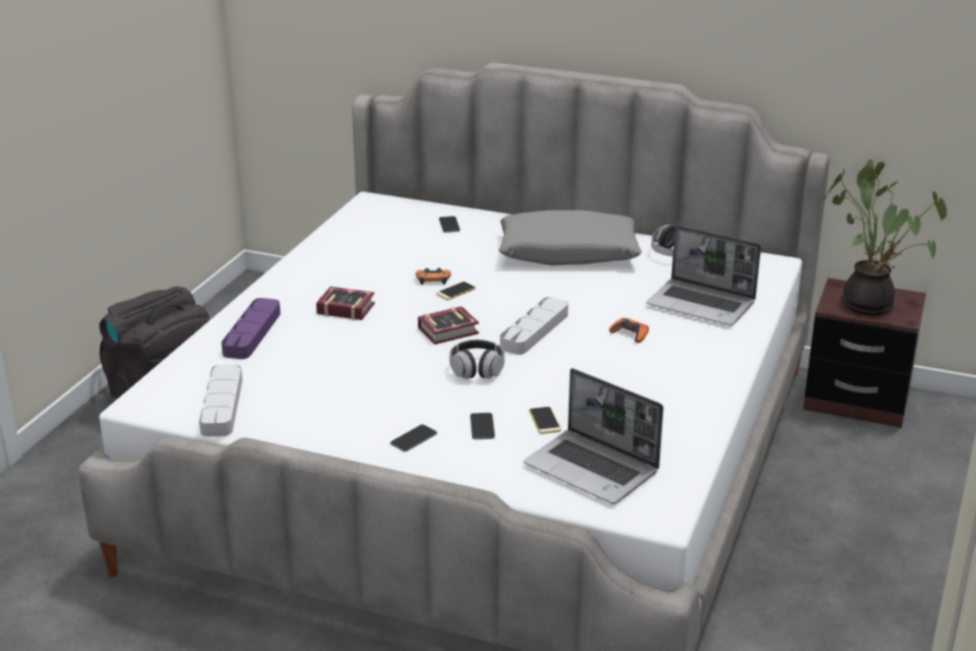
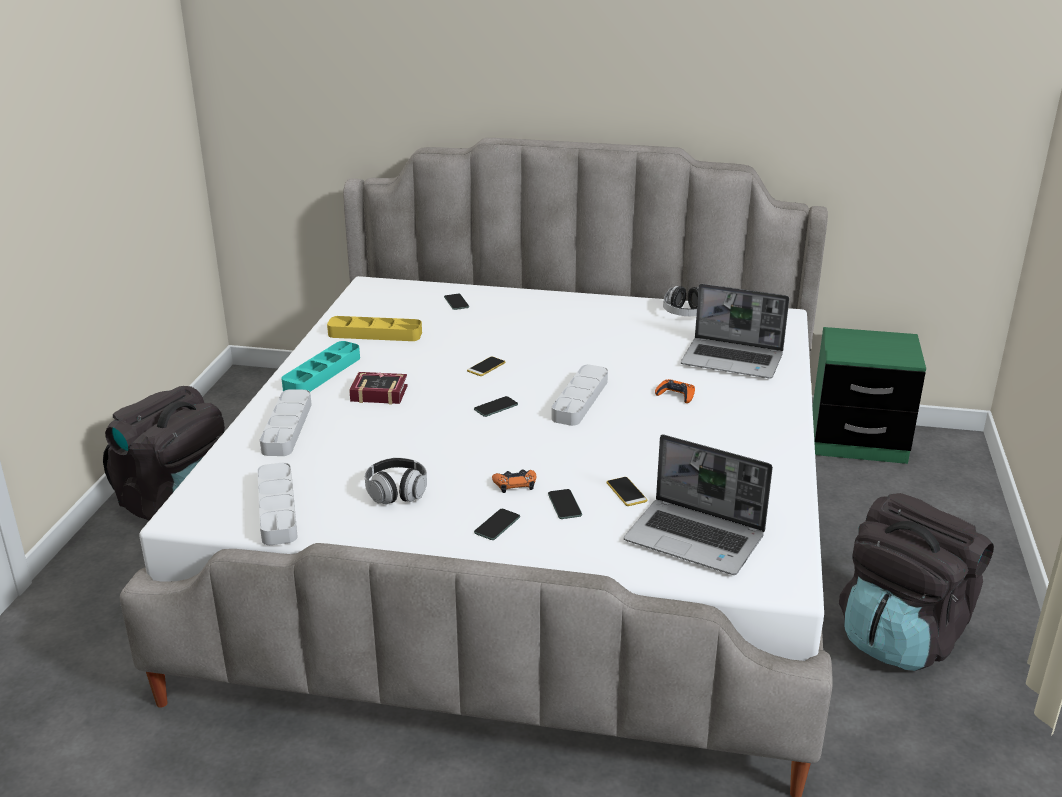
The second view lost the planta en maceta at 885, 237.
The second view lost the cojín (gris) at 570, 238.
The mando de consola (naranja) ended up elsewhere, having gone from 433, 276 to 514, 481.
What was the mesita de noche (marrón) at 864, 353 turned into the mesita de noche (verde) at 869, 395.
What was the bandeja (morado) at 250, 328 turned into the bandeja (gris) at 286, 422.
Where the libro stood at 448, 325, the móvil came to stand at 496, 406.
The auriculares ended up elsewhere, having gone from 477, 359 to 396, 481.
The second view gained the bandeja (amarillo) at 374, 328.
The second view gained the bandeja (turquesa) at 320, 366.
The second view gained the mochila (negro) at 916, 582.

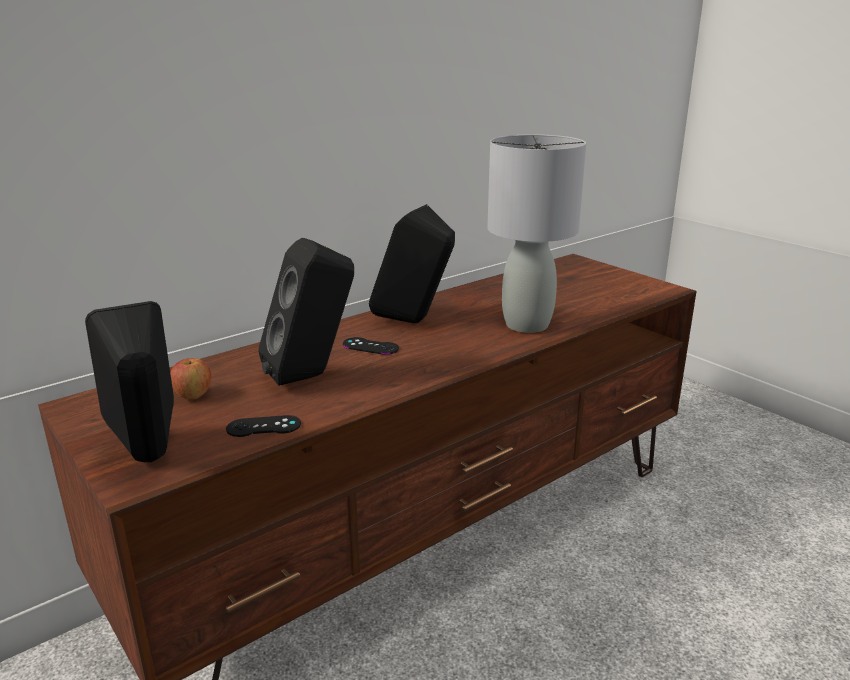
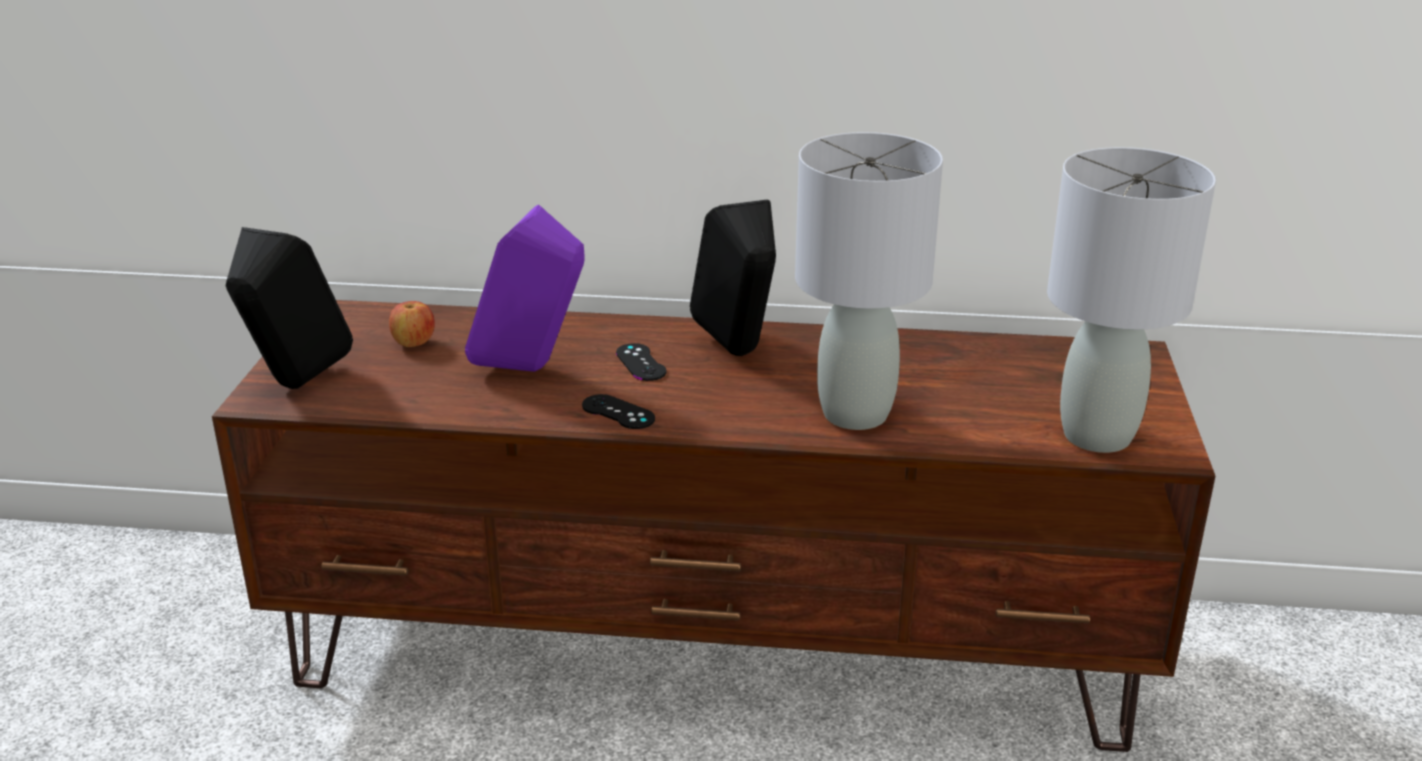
What was the altavoz (negro) at 306, 312 turned into the altavoz (morado) at 525, 288.
The mando de consola (negro) ended up elsewhere, having gone from 263, 426 to 618, 411.
The second view gained the lámpara de mesa (gris) at 1131, 300.

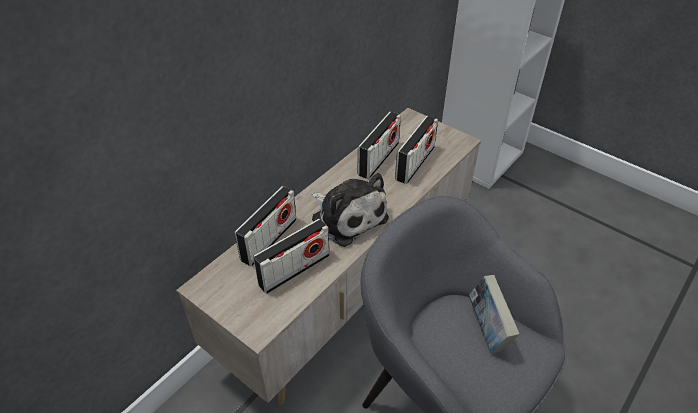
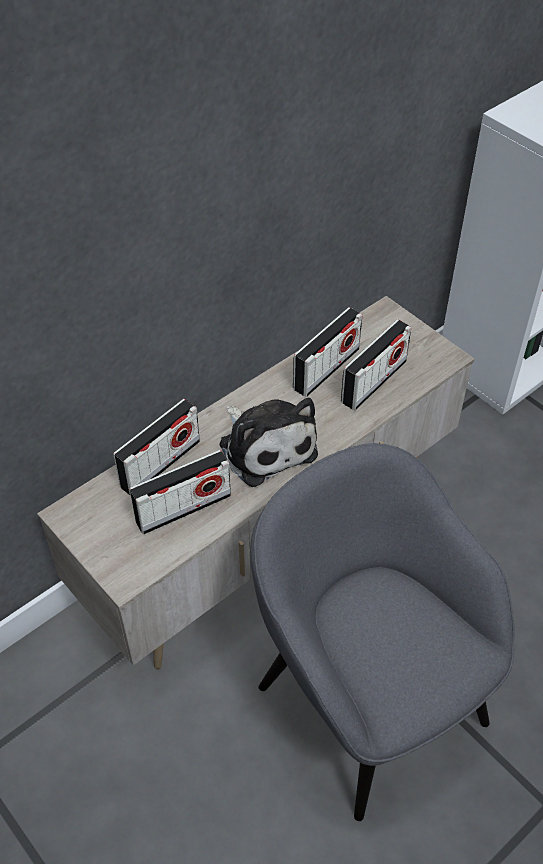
The second view lost the libro at 494, 314.

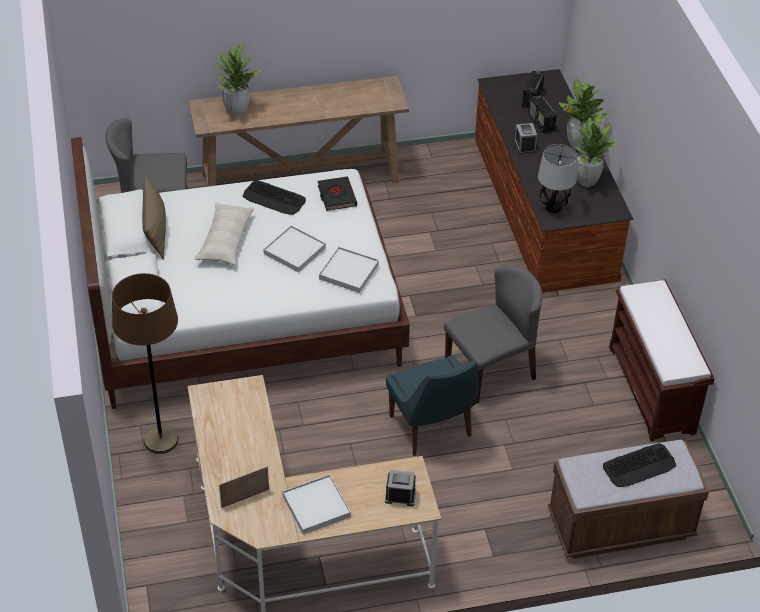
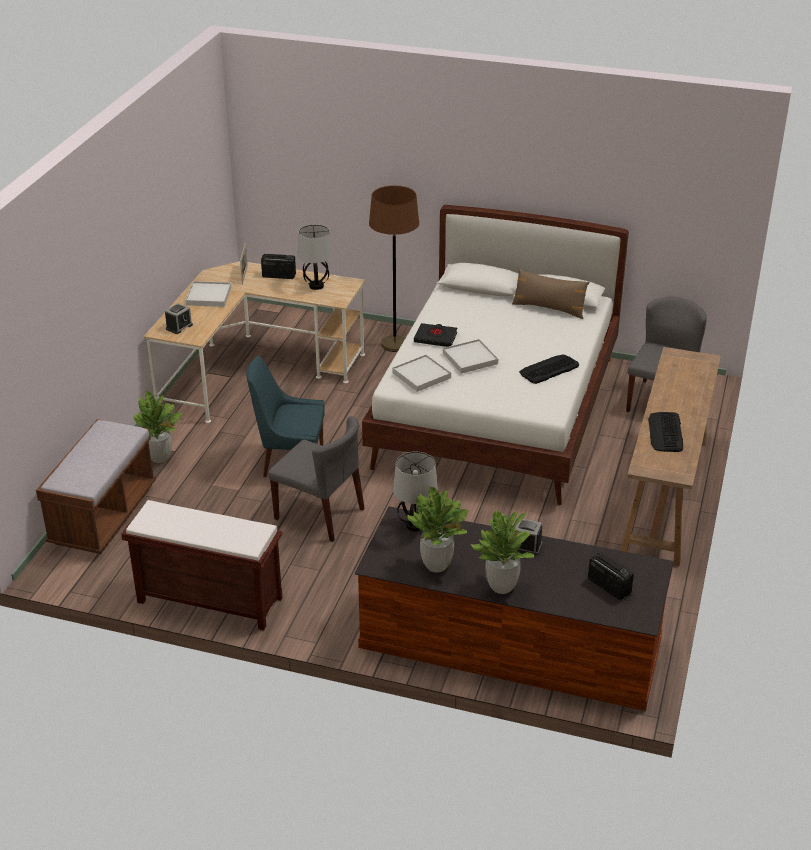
The planta en maceta ended up elsewhere, having gone from 237, 79 to 158, 427.
The radio ended up elsewhere, having gone from 542, 114 to 278, 266.
The libro (negro) ended up elsewhere, having gone from 337, 194 to 435, 335.
The second view lost the cojín (beis) at 224, 234.
The silla (gris) at 493, 334 ended up facing another way, 60 degrees counterclockwise from before.
The teclado ended up elsewhere, having gone from 639, 465 to 665, 432.
The second view gained the lámpara de mesa at 315, 257.

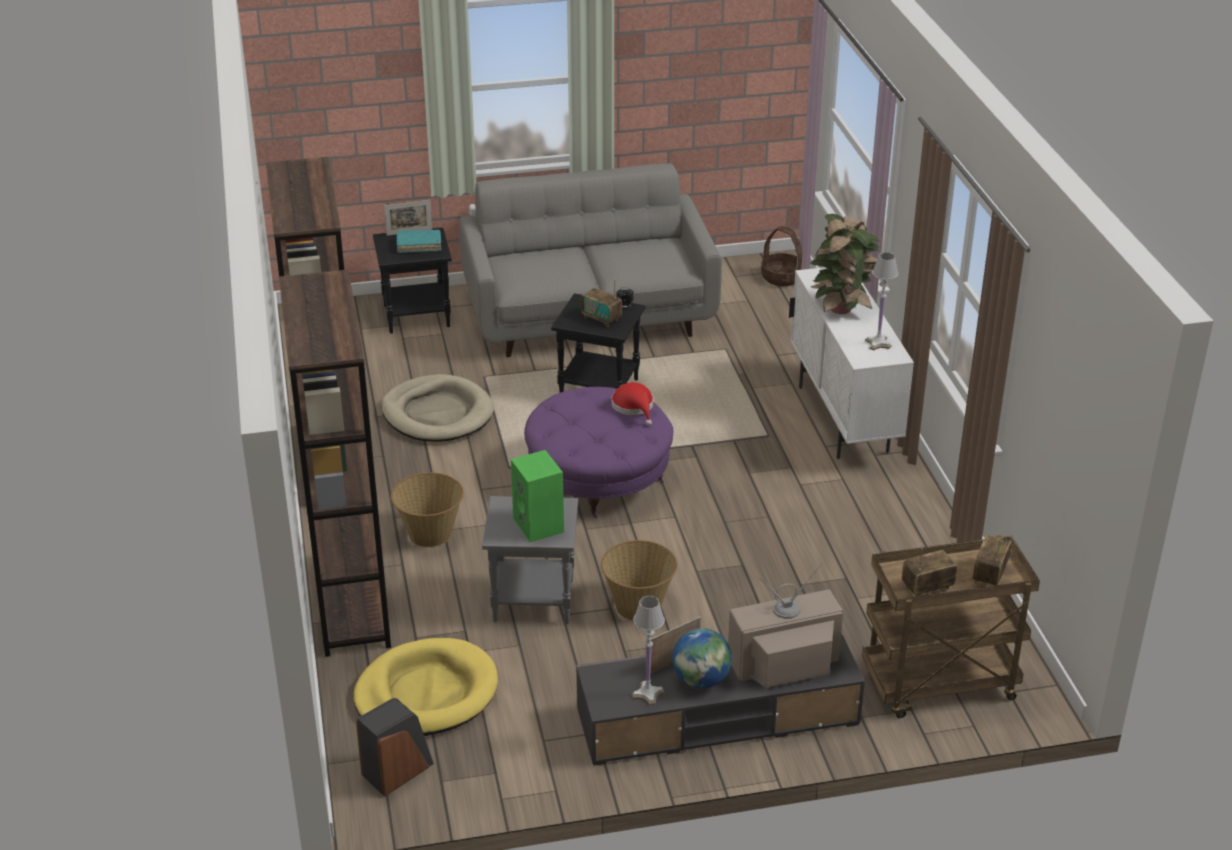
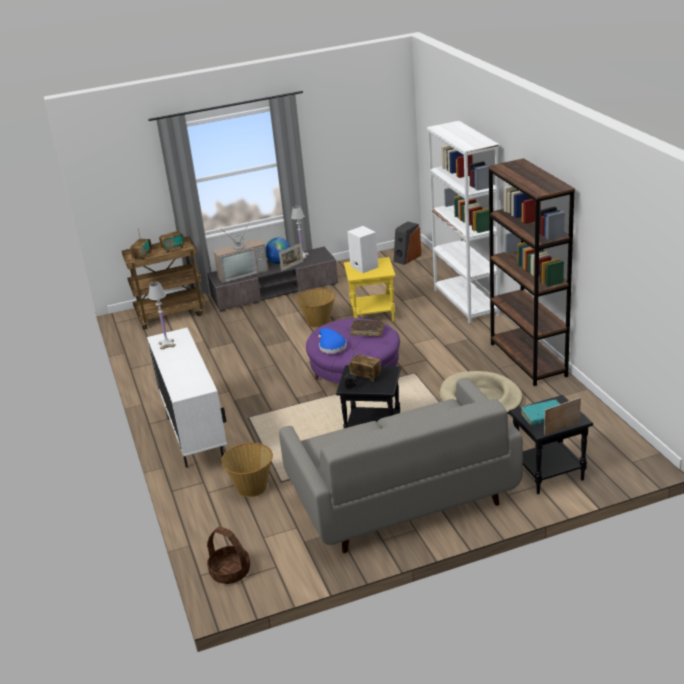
The second view lost the planta en maceta at 845, 264.
What was the estantería (marrón) at 335, 463 turned into the estantería (blanco) at 463, 222.
What was the sombrero (rojo) at 632, 404 turned into the sombrero (azul) at 332, 341.
What was the altavoz (verde) at 537, 496 turned into the altavoz (blanco) at 362, 249.
The cesta ended up elsewhere, having gone from 427, 509 to 247, 470.
What was the mesa auxiliar (gris) at 530, 560 turned into the mesa auxiliar (amarillo) at 370, 289.
The second view lost the cama para perro (amarillo) at 426, 687.
The second view gained the libro (marrón) at 367, 328.

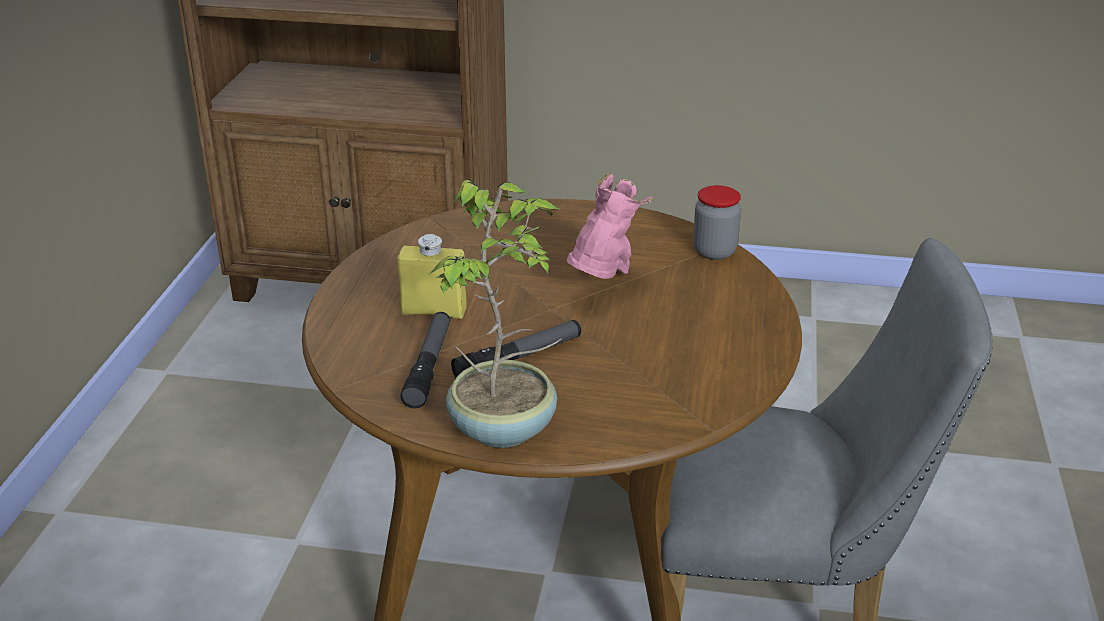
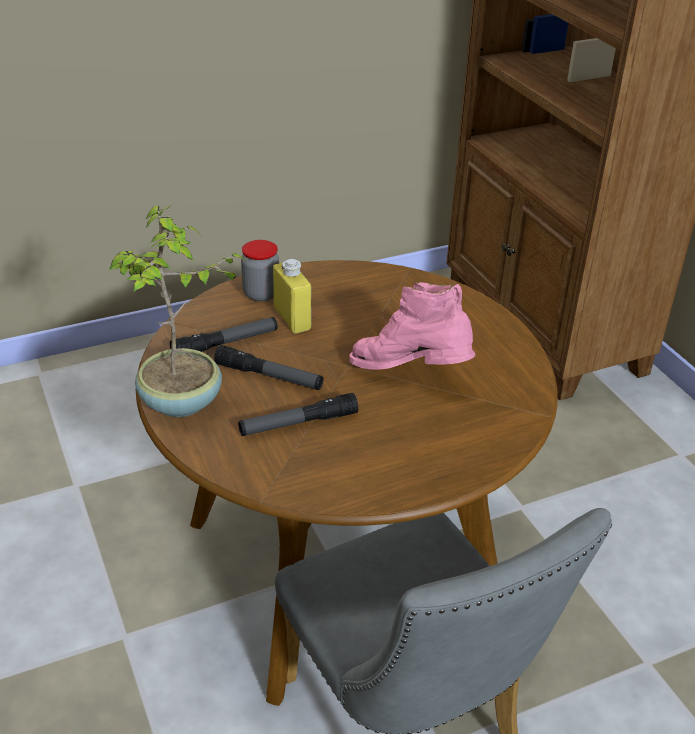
The bota (rosa) at 610, 226 ended up facing another way, 135 degrees counterclockwise from before.
The tarro ended up elsewhere, having gone from 717, 222 to 260, 271.
The second view gained the linterna at 298, 414.

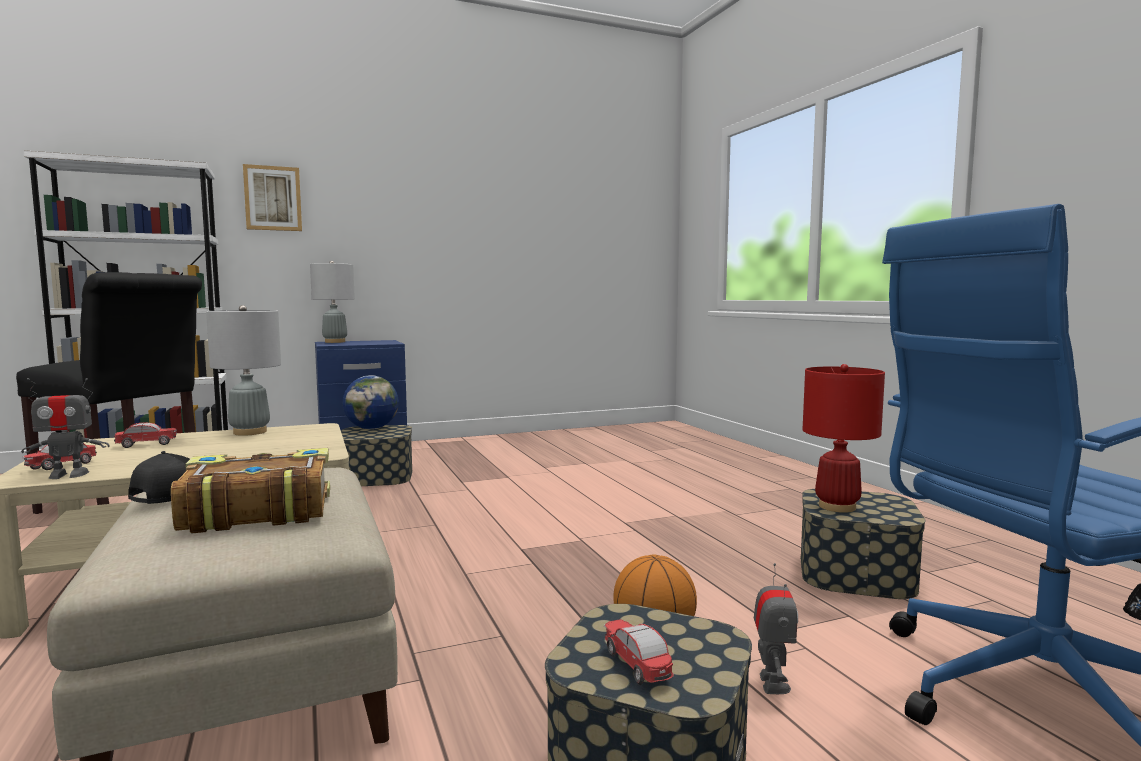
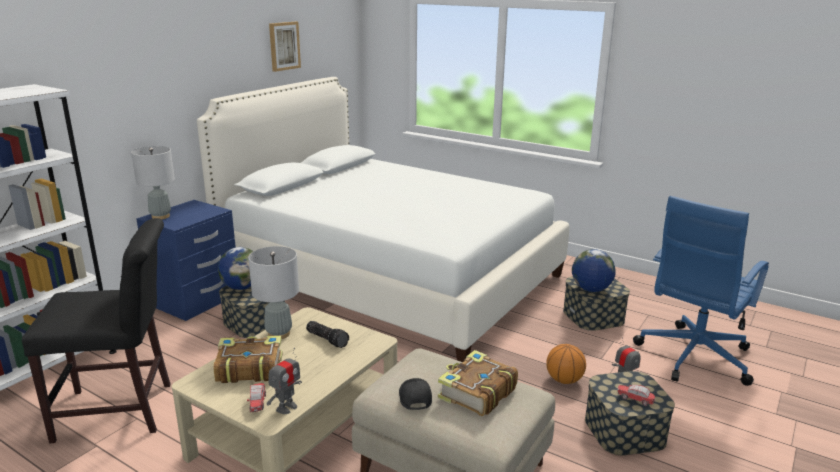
The cuadro ended up elsewhere, having gone from 272, 197 to 285, 47.
Where the lámpara de mesa (rojo) stood at 844, 438, the globo terráqueo came to stand at 594, 270.
Where the coche de juguete stood at 145, 435, the libro came to stand at 248, 359.
The second view gained the cama (blanco) at 383, 219.
The second view gained the linterna at 327, 334.

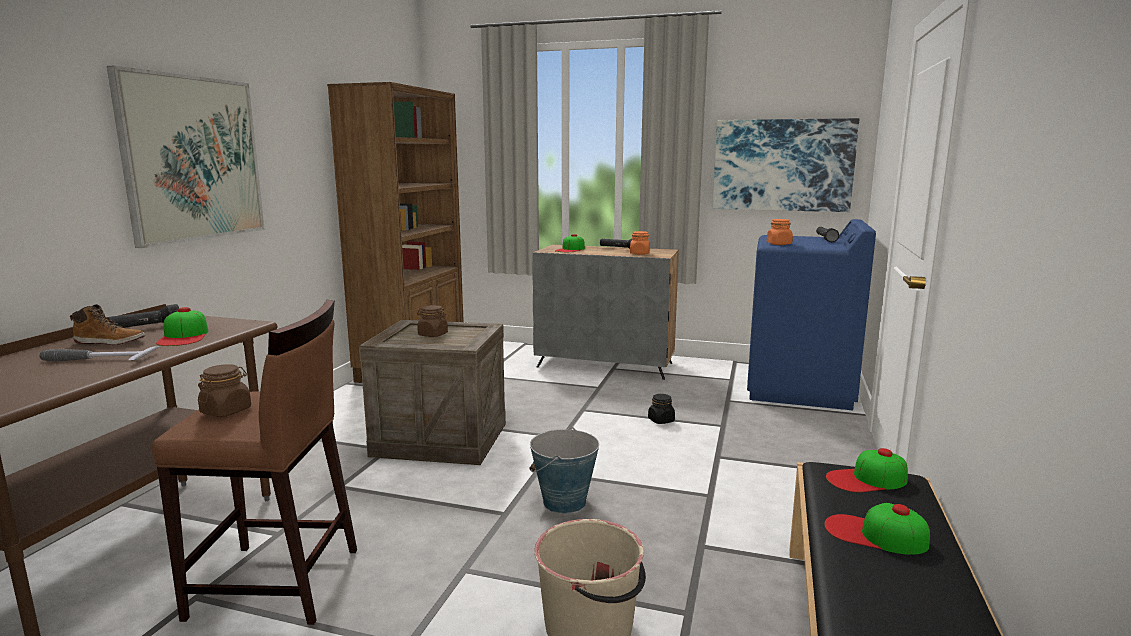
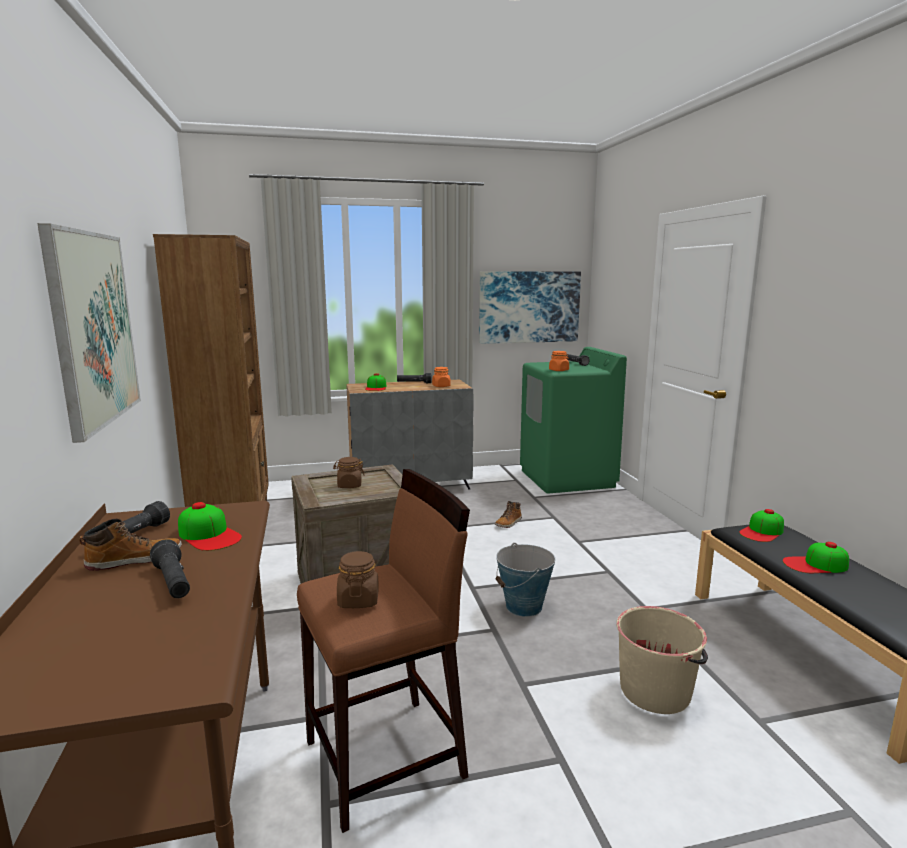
What was the lavadora (azul) at 811, 314 turned into the lavadora (verde) at 573, 420.
Where the martillo stood at 99, 353, the linterna (negro) came to stand at 170, 568.
Where the tarro (negro) stood at 661, 409, the bota came to stand at 508, 514.

